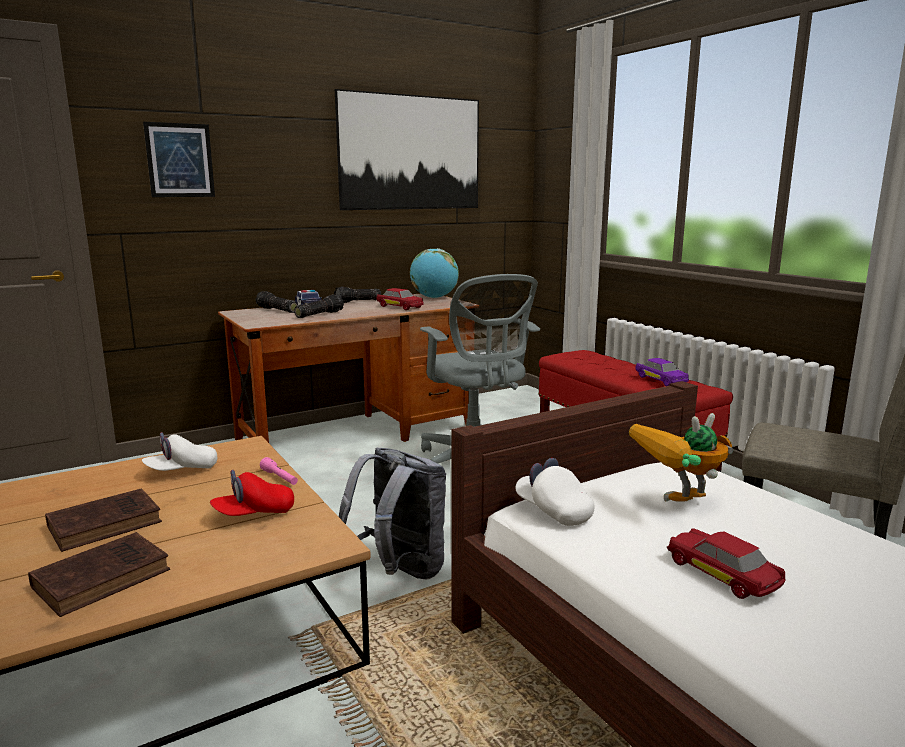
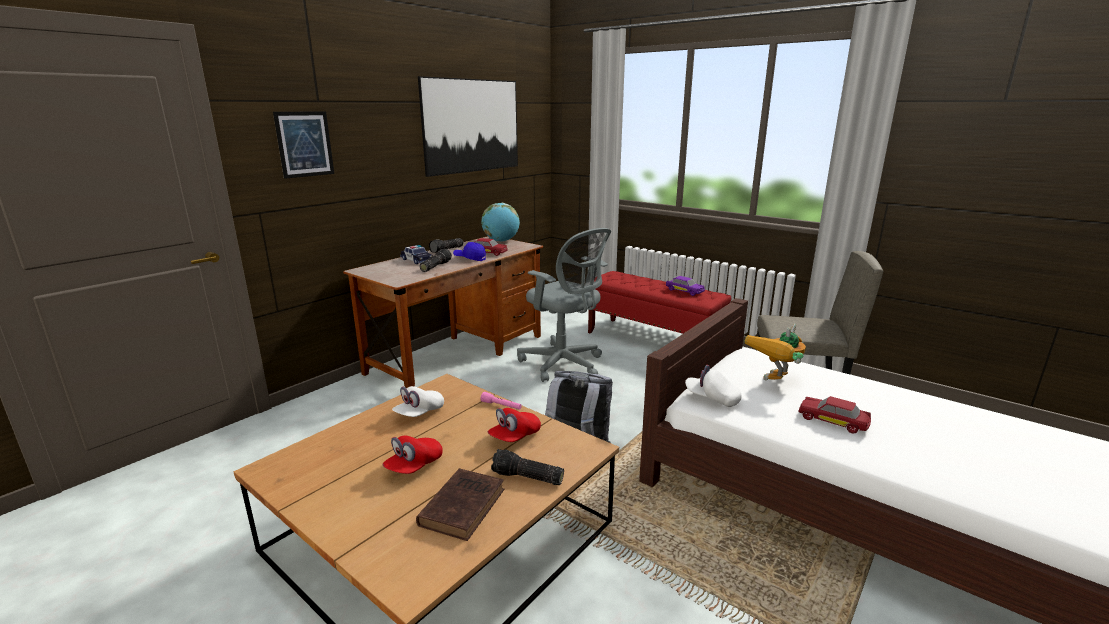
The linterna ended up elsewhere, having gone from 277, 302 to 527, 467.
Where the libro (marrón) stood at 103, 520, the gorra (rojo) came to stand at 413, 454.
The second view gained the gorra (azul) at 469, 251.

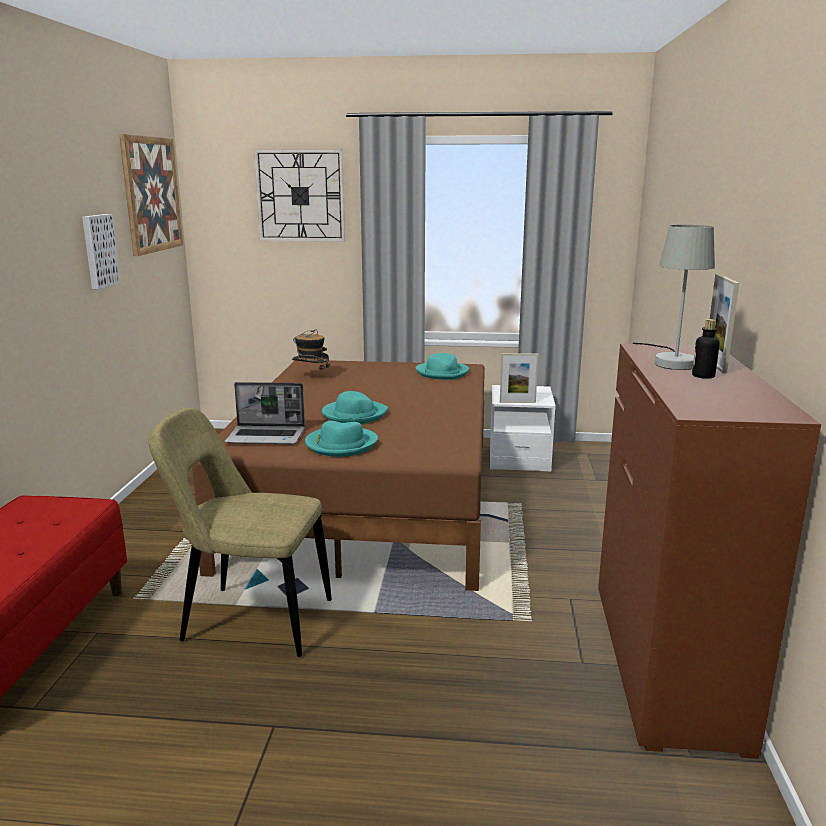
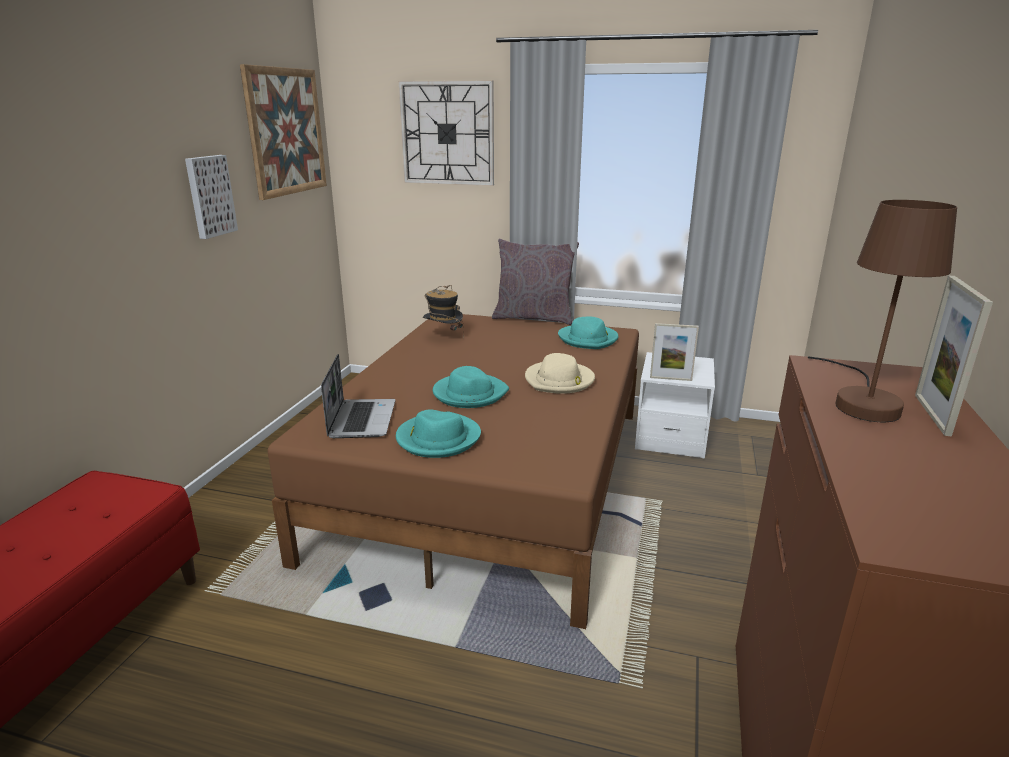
What was the lámpara de mesa (gris) at 674, 297 turned into the lámpara de mesa (marrón) at 882, 311.
The second view lost the botella at 706, 349.
The portátil at 265, 413 ended up facing another way, 105 degrees counterclockwise from before.
The second view lost the silla (beis) at 240, 532.
The second view gained the cojín (gris) at 535, 282.
The second view gained the sombrero (beis) at 560, 373.

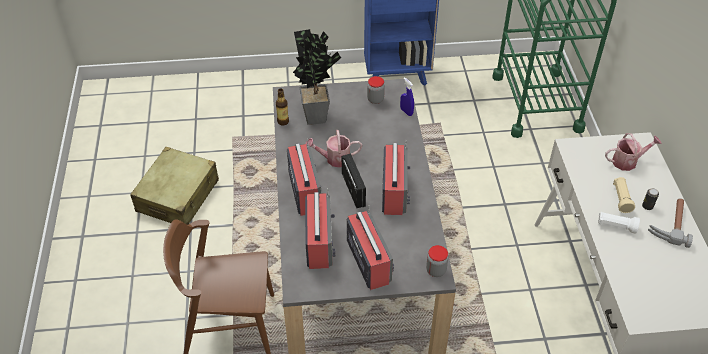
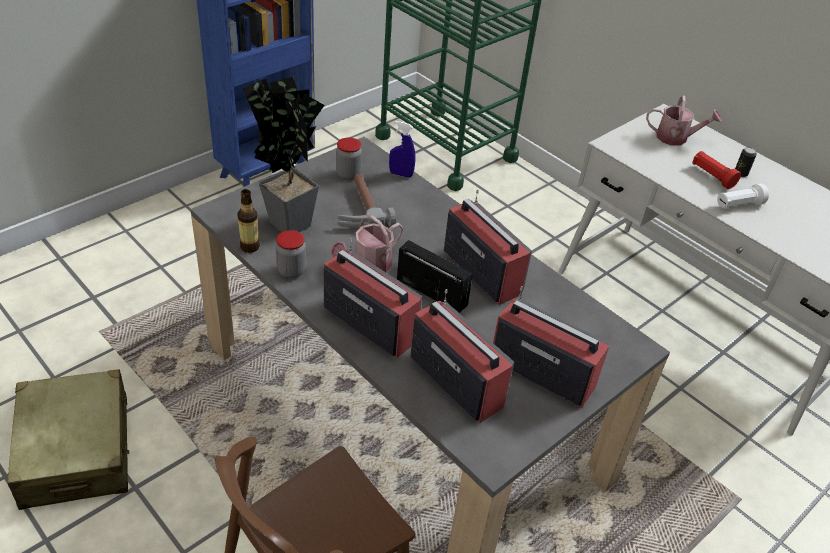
The regadera at 633, 152 ended up facing another way, 60 degrees clockwise from before.
What was the linterna (beis) at 624, 195 turned into the linterna (rojo) at 716, 170.
The martillo ended up elsewhere, having gone from 670, 223 to 366, 201.
The tarro ended up elsewhere, having gone from 437, 261 to 291, 254.

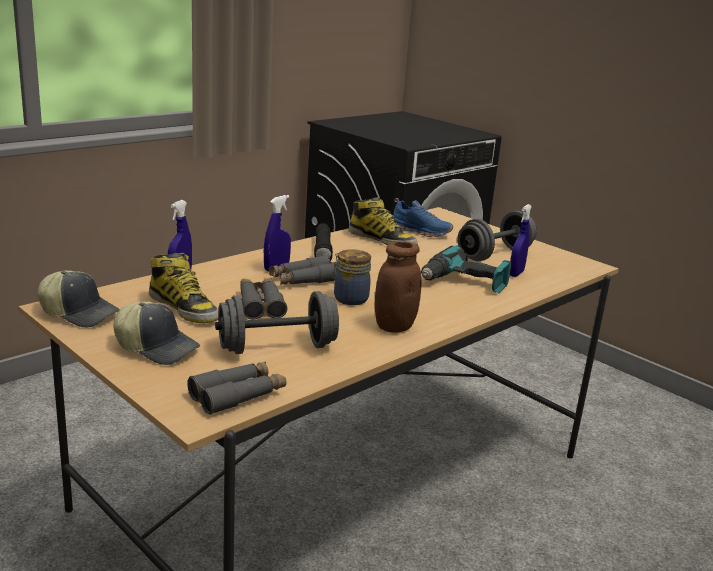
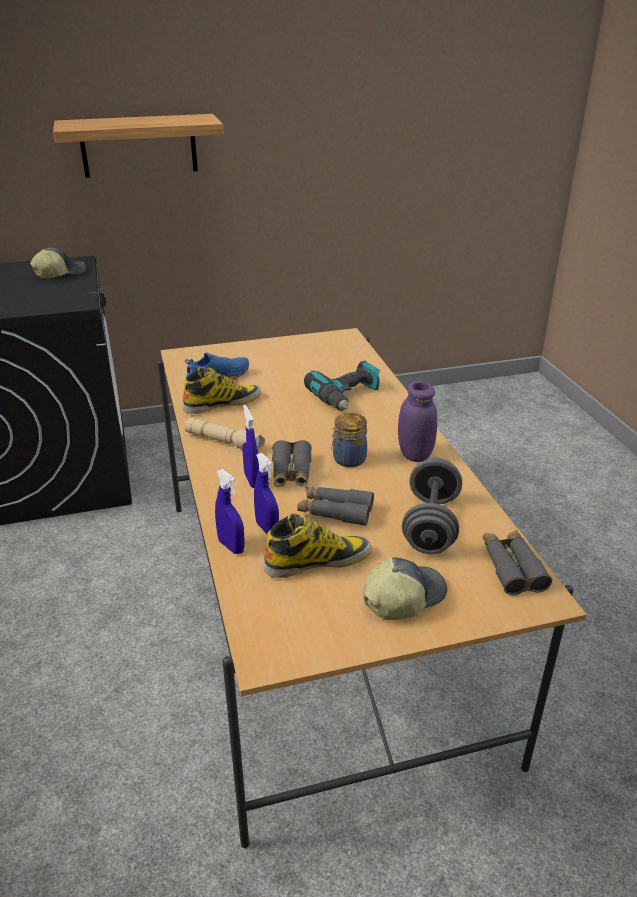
The pulverizador (azul) ended up elsewhere, having gone from 521, 240 to 266, 493.
The second view lost the mancuerna (gris) at 497, 236.
What was the linterna (negro) at 323, 242 turned into the linterna (beis) at 224, 434.
What was the tarro (marrón) at 398, 287 turned into the tarro (morado) at 417, 421.
The gorra ended up elsewhere, having gone from 78, 299 to 58, 263.
The second view gained the estante at 138, 146.

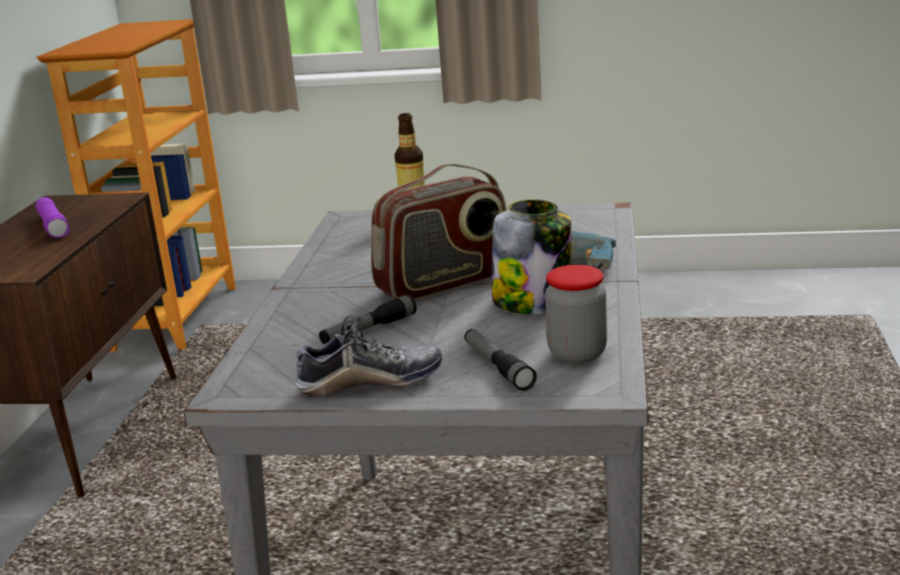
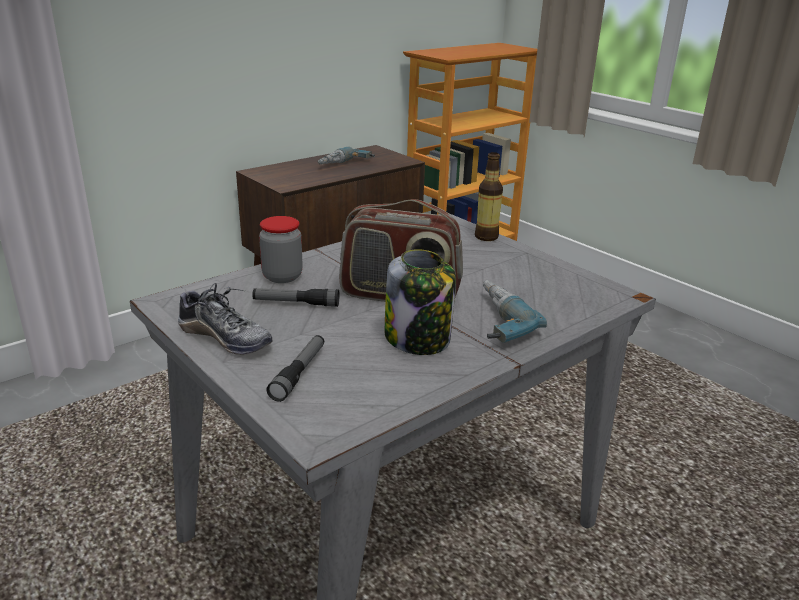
Where the linterna (morado) stood at 53, 217, the taladro came to stand at 346, 155.
The tarro ended up elsewhere, having gone from 576, 314 to 281, 249.

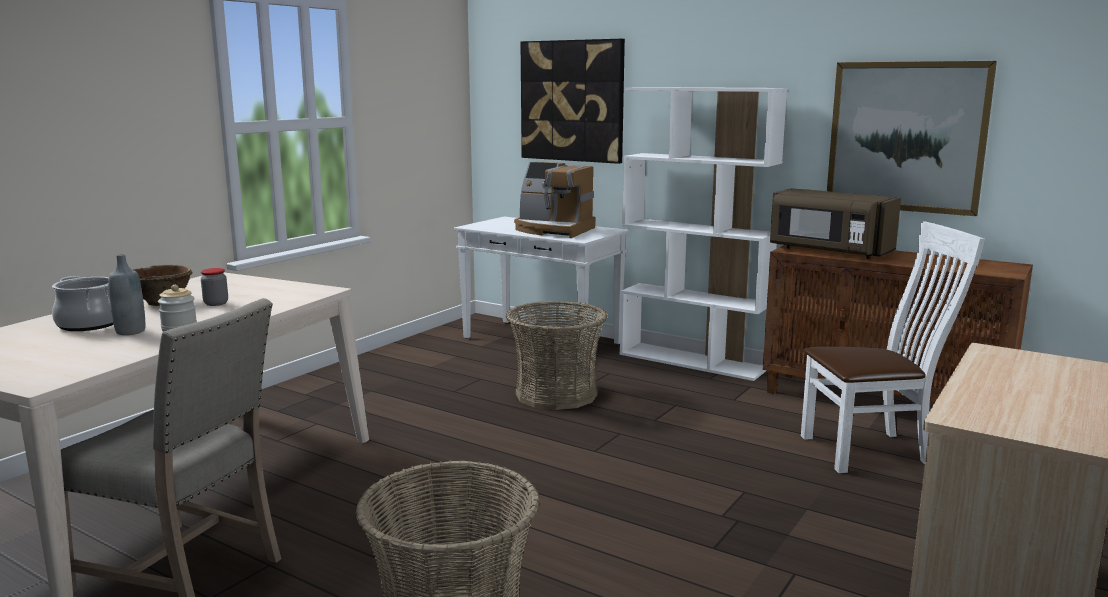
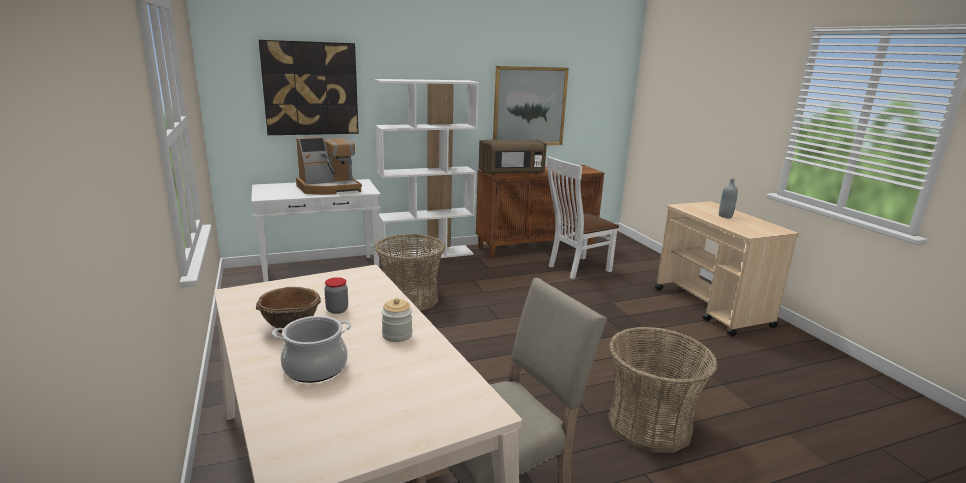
The silla (blanco) at 893, 347 ended up facing another way, 150 degrees counterclockwise from before.
The botella (gris) ended up elsewhere, having gone from 126, 294 to 728, 198.

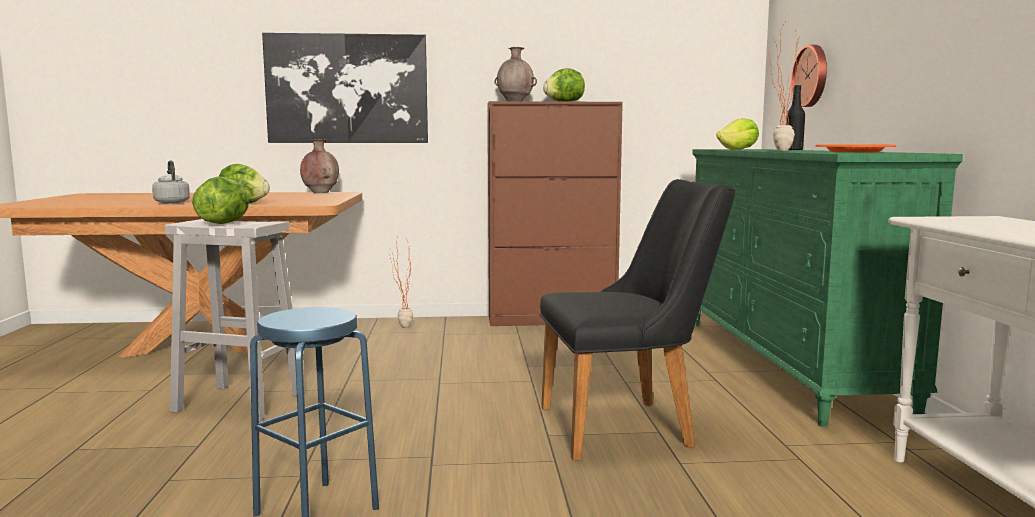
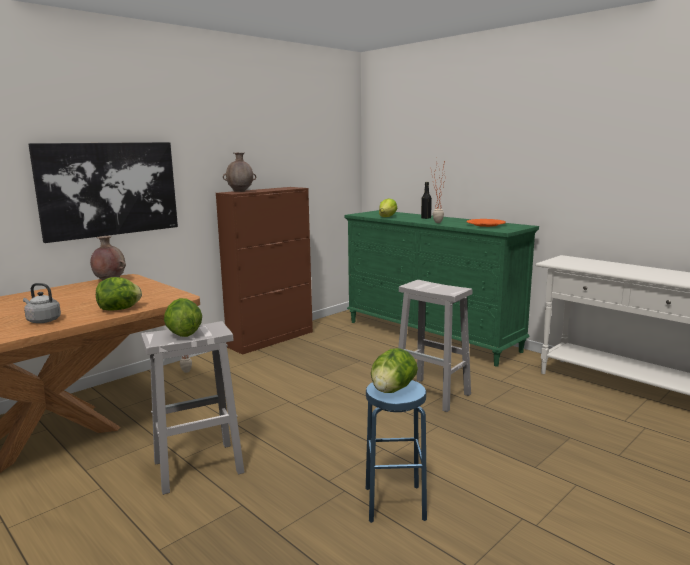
The second view lost the reloj de pared at 809, 75.
The lechuga ended up elsewhere, having gone from 564, 85 to 394, 370.
Where the silla (negro) stood at 638, 320, the taburete (blanco) came to stand at 435, 346.

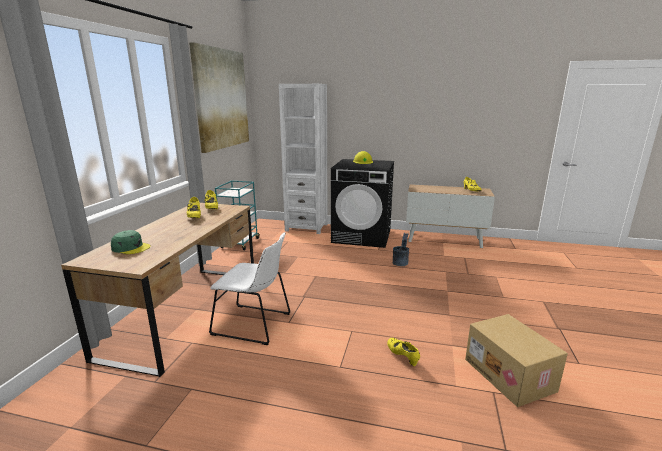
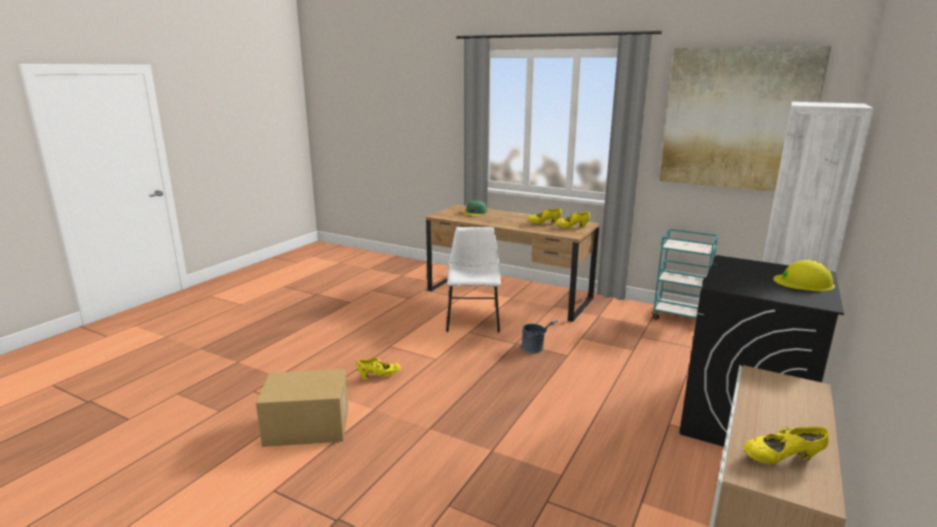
The silla (blanco) at 250, 288 ended up facing another way, 150 degrees clockwise from before.
The cubo (gris) ended up elsewhere, having gone from 401, 249 to 539, 337.

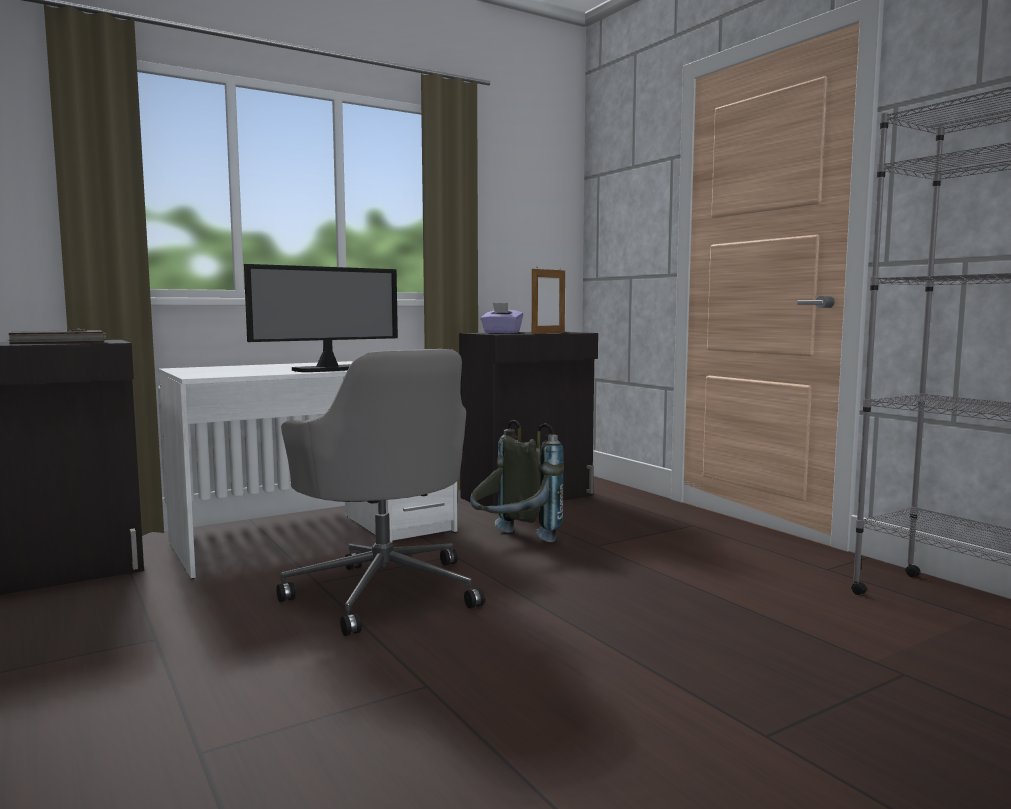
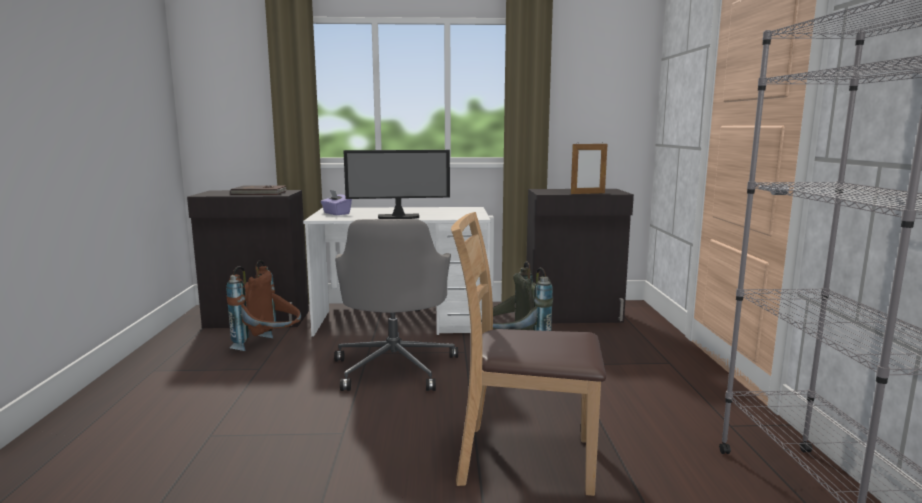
The caja de pañuelos (morado) ended up elsewhere, having gone from 501, 318 to 336, 202.
The second view gained the silla (marrón) at 528, 354.
The second view gained the mochila (marrón) at 263, 305.

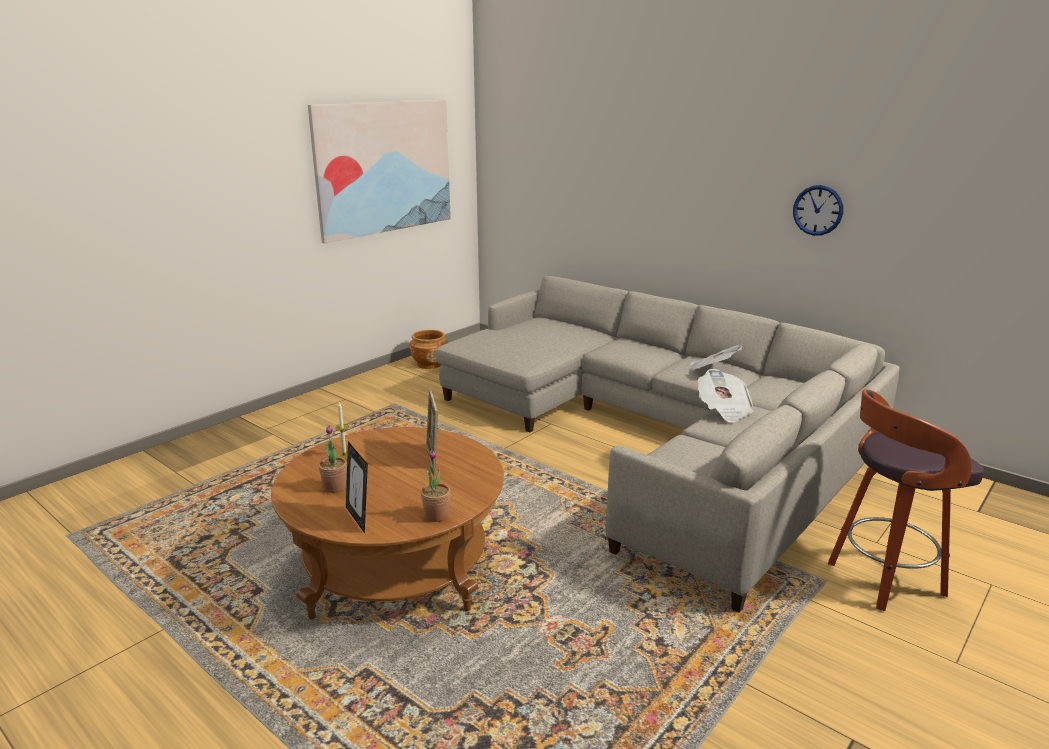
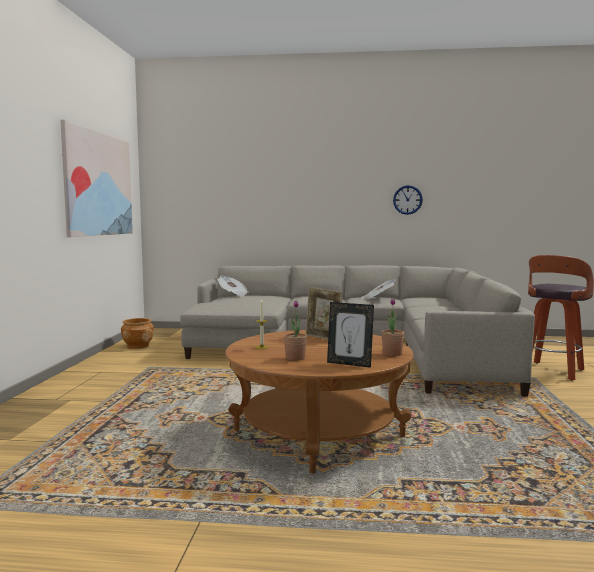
The periódico ended up elsewhere, having gone from 726, 396 to 233, 286.

